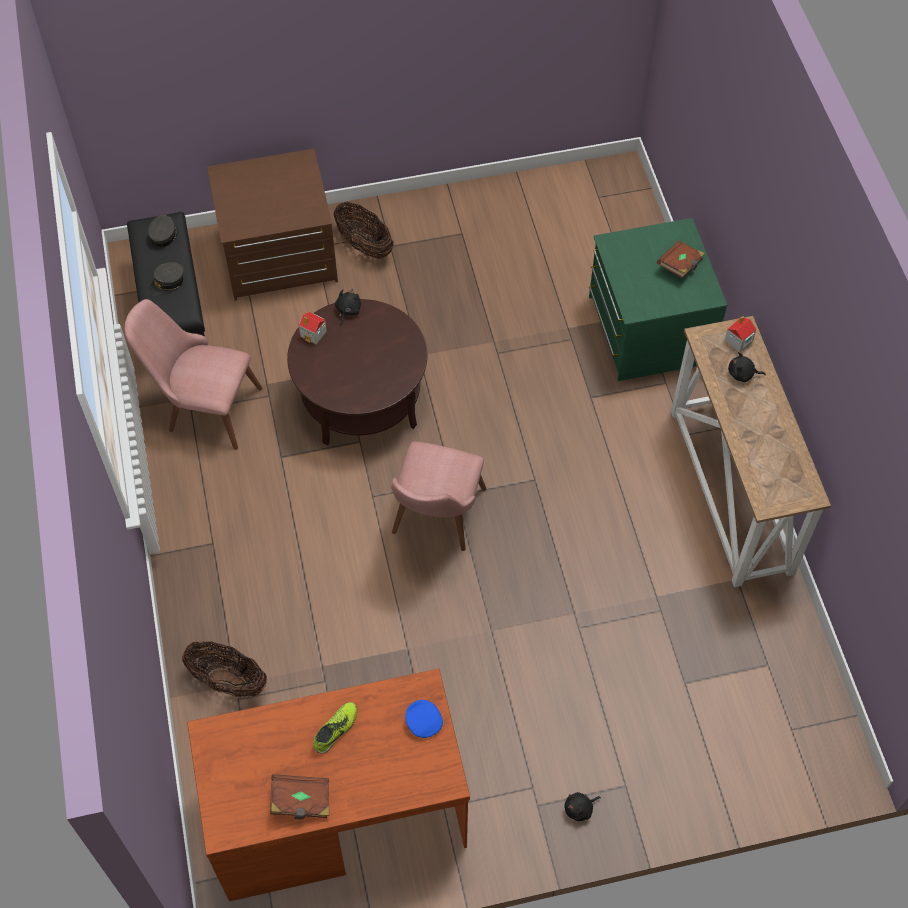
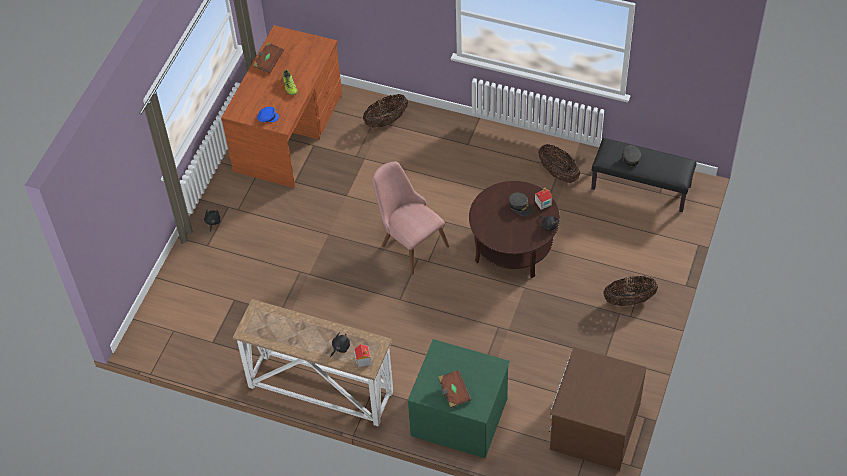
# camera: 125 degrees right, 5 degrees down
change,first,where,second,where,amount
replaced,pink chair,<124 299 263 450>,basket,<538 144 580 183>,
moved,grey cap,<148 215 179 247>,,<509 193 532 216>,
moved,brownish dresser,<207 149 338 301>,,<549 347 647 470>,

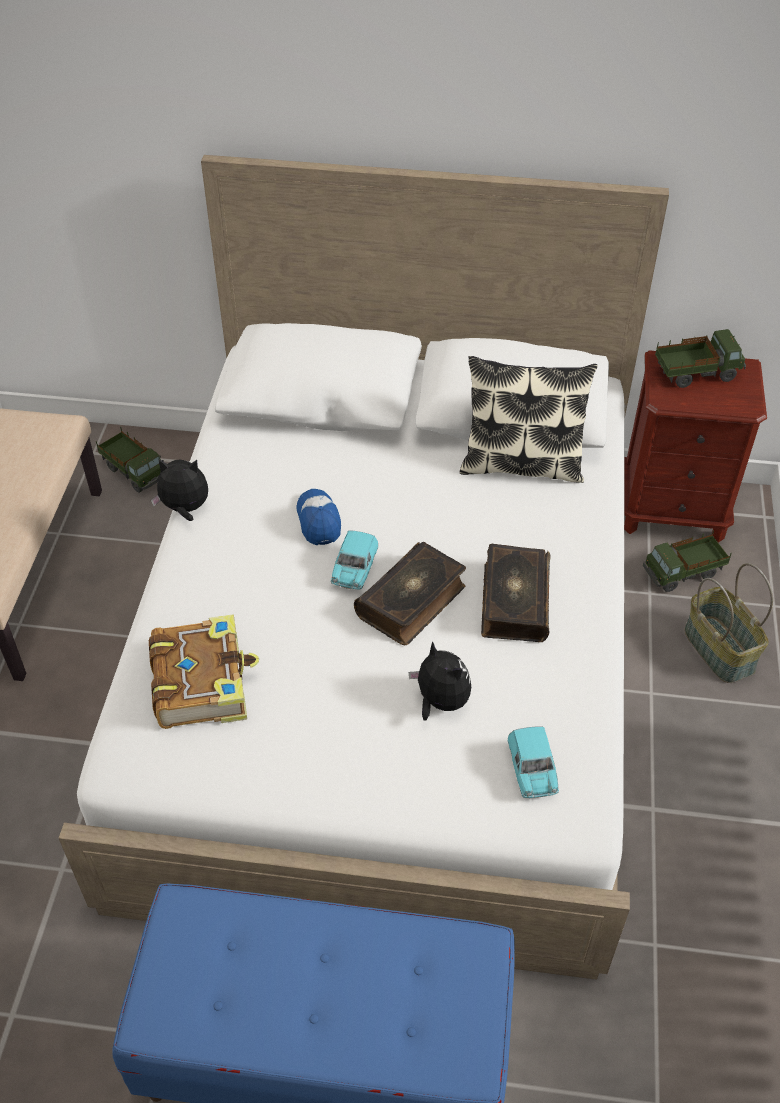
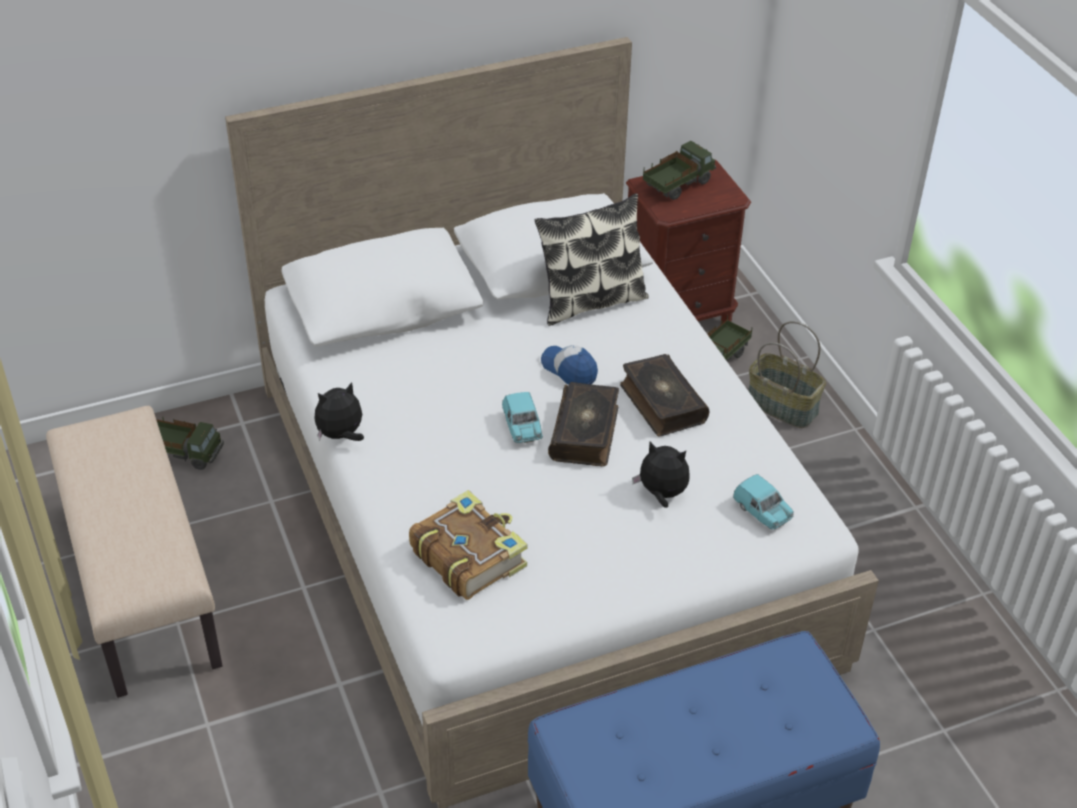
# camera: 30 degrees left, 5 degrees down
change,first,where,second,where,amount
moved,cap,<296 489 341 545>,,<541 345 598 385>,

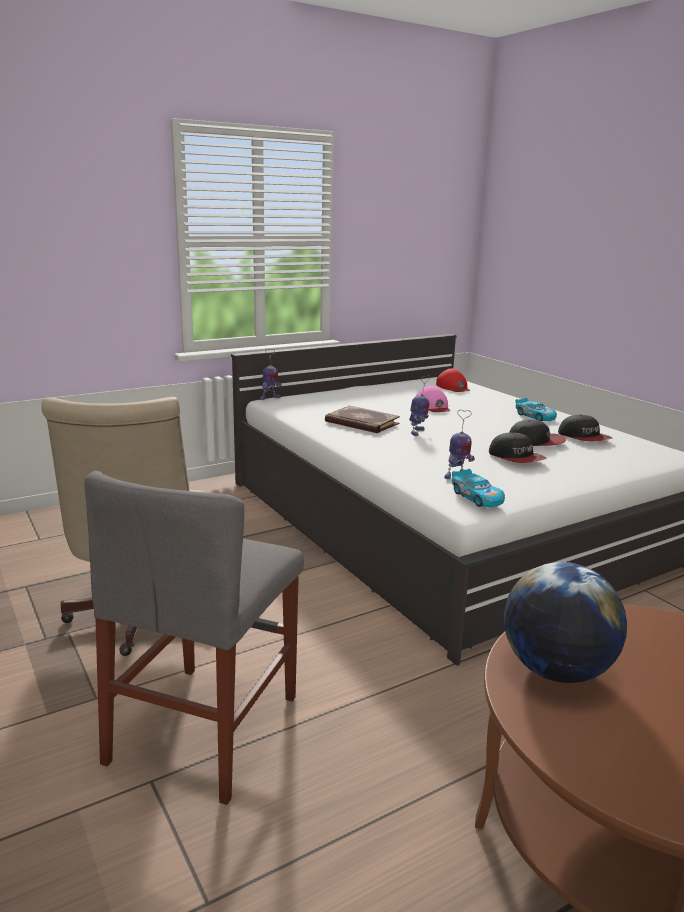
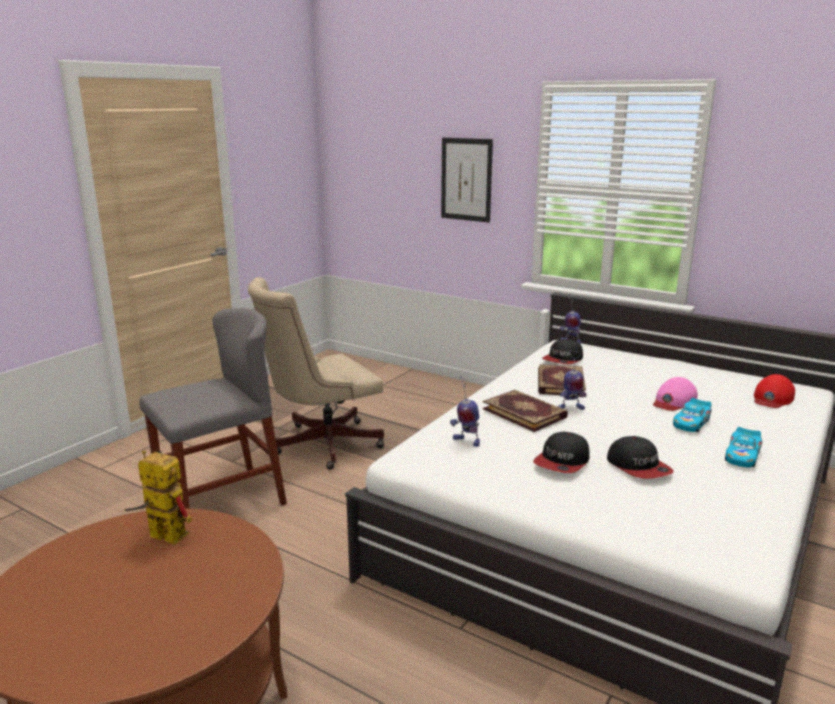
# camera: 65 degrees right, 0 degrees up
change,first,where,second,where,amount
turned,grey chair,<84 471 304 805>,,<139 308 287 508>,150 degrees clockwise
moved,toy car,<452 469 505 507>,,<673 398 712 432>,
replaced,desk globe,<504 562 627 683>,toy robot,<125 450 192 545>,
moved,cap,<558 414 612 441>,,<542 339 583 364>,
added,,,picture,<441 138 493 223>,
added,,,book,<483 390 568 432>,

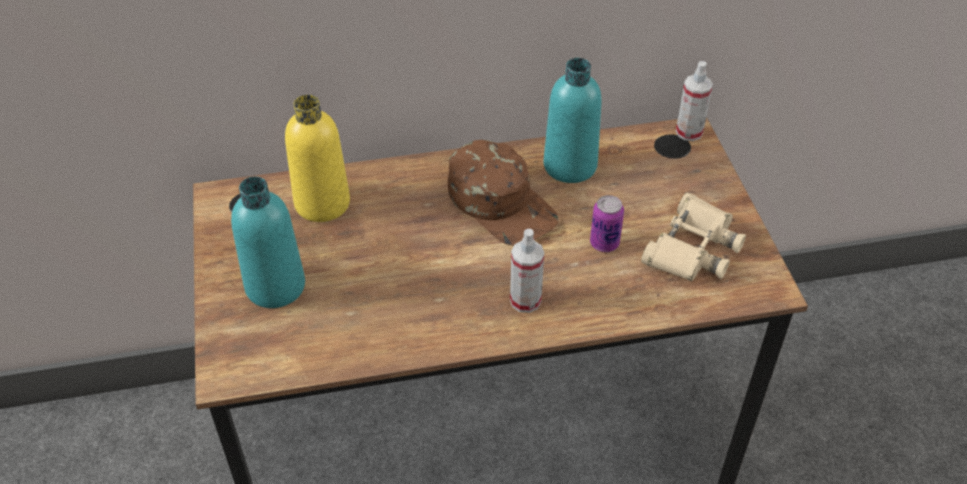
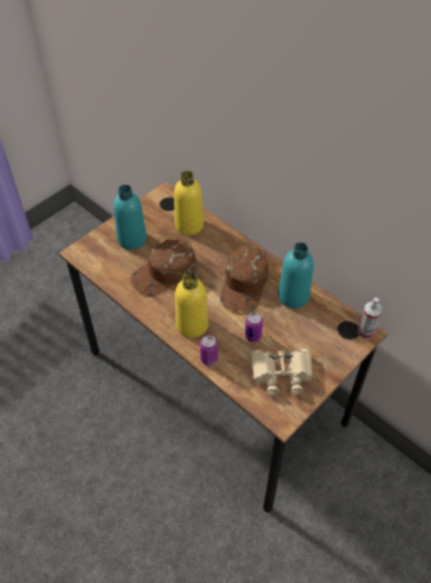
# camera: 55 degrees right, 5 degrees up
change,first,where,second,where,amount
replaced,sprayer,<510 229 544 313>,yellowish bottle,<175 272 208 338>,
added,,,brownish cap,<130 239 196 296>,
added,,,can,<200 335 218 366>,

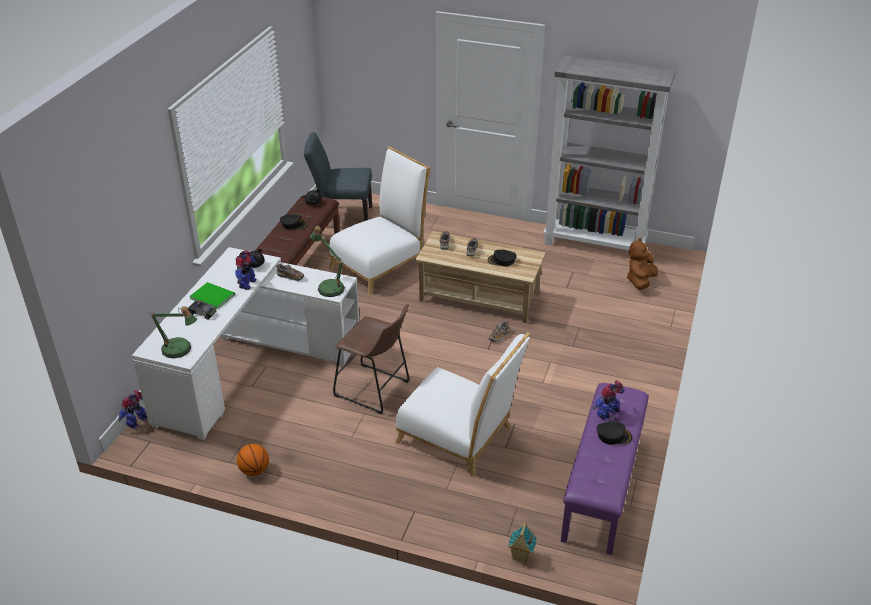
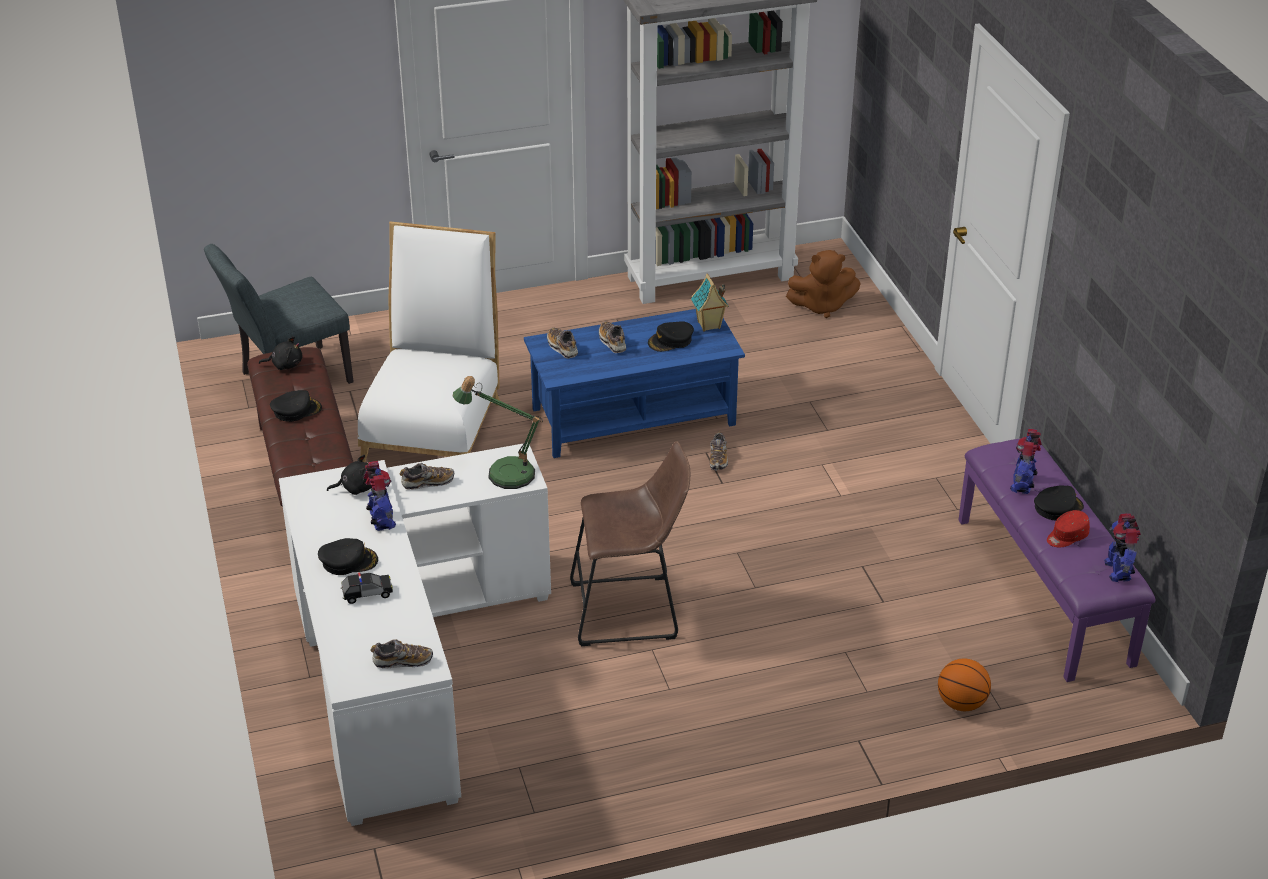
# camera: 35 degrees left, 0 degrees up
change,first,where,second,where,amount
moved,toy robot,<119 390 147 429>,,<1104 513 1141 582>,
replaced,tabletop lamp,<151 306 197 359>,shoe,<370 639 433 668>,
replaced,green-coloured book,<190 282 235 309>,blackish cap,<318 538 378 575>,
moved,basketball,<237 444 269 476>,,<938 659 991 711>,
removed,whitish chair,<395 332 530 477>,,,
recoloured,beige-coloured low table,<415 231 546 323>,blue low table,<524 309 745 458>,
moved,toy house,<508 522 537 564>,,<691 273 729 332>,
turned,brownish cuddly toy,<627 238 658 290>,,<786 250 861 318>,90 degrees counterclockwise
added,,,red-coloured cap,<1047 510 1090 547>,

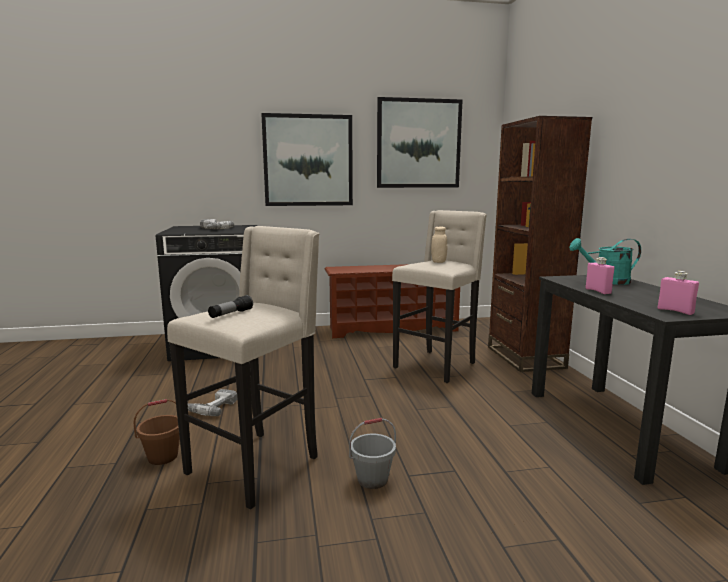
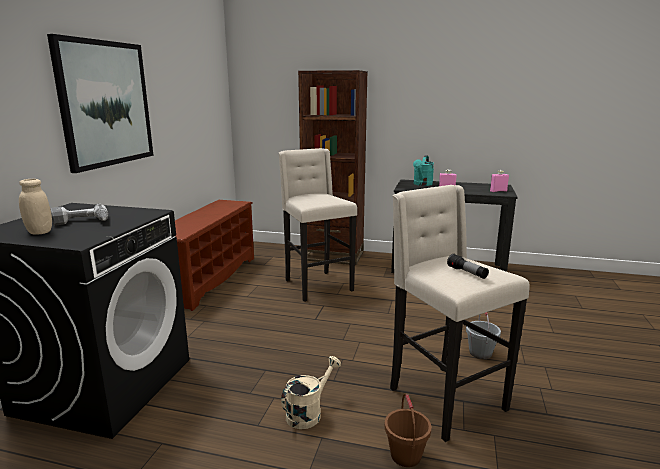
# camera: 65 degrees left, 5 degrees up
change,first,where,second,where,amount
replaced,electric drill,<188 389 237 416>,beige-coloured watering pot,<281 356 341 429>,
removed,picture,<377 97 463 188>,,,
moved,beige-coloured jar,<431 227 447 263>,,<19 179 52 235>,

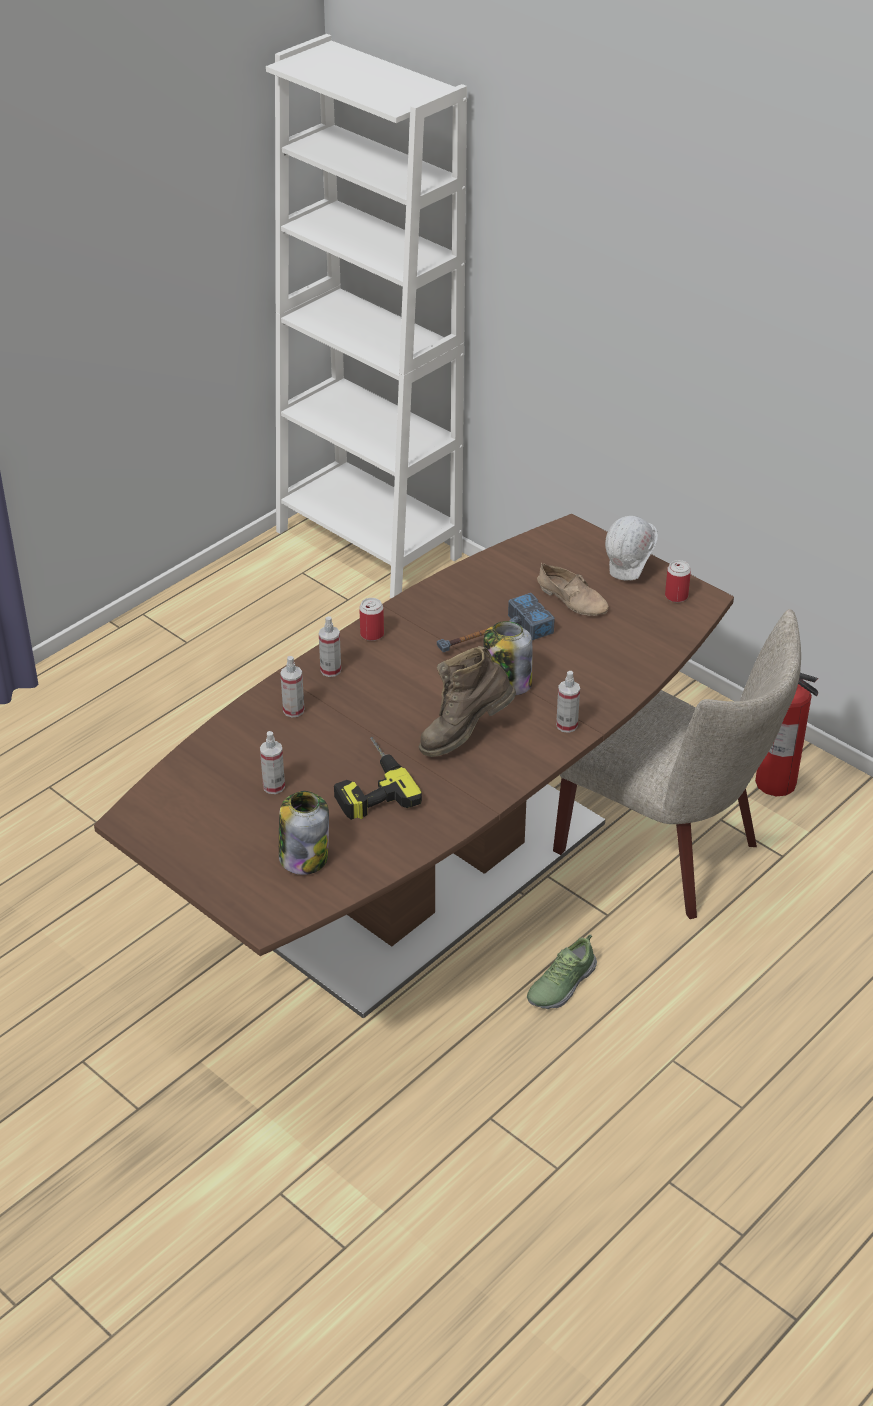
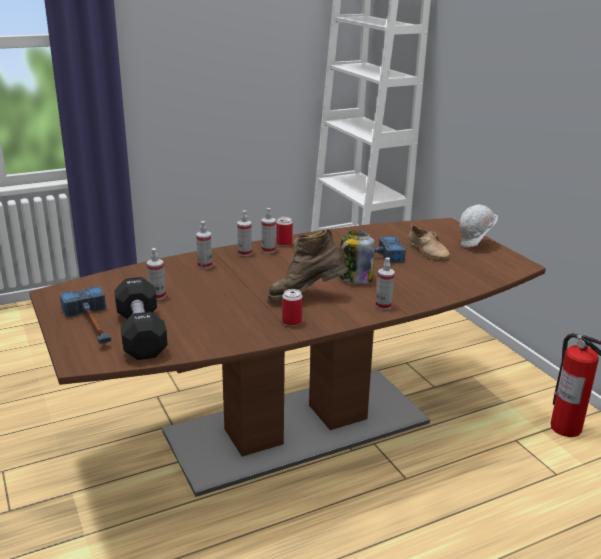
# camera: 20 degrees right, 15 degrees down
change,first,where,second,where,amount
replaced,jar,<279 791 329 875>,blackish hand weight,<114 277 168 360>,
removed,electric drill,<334 736 422 820>,,,
removed,shoe,<527 934 597 1009>,,,
removed,beige-coloured chair,<553 609 801 919>,,,
moved,can,<665 560 691 602>,,<282 289 303 326>,
added,,,tool hammer,<60 286 111 344>,
added,,,sprayer,<261 208 276 253>,

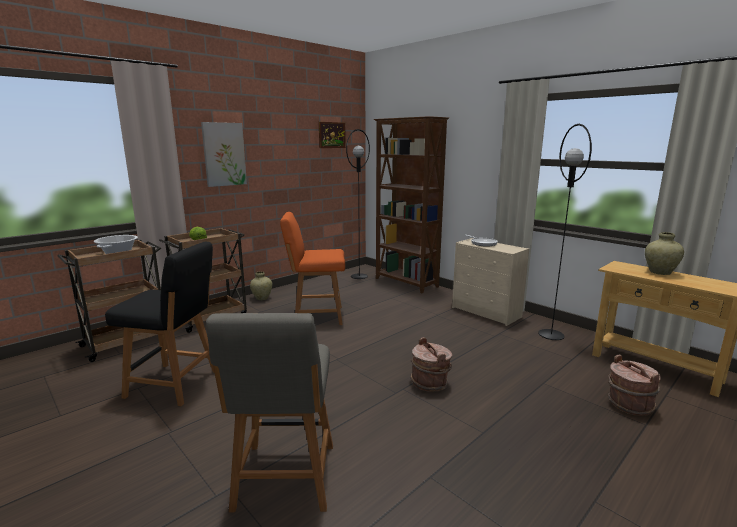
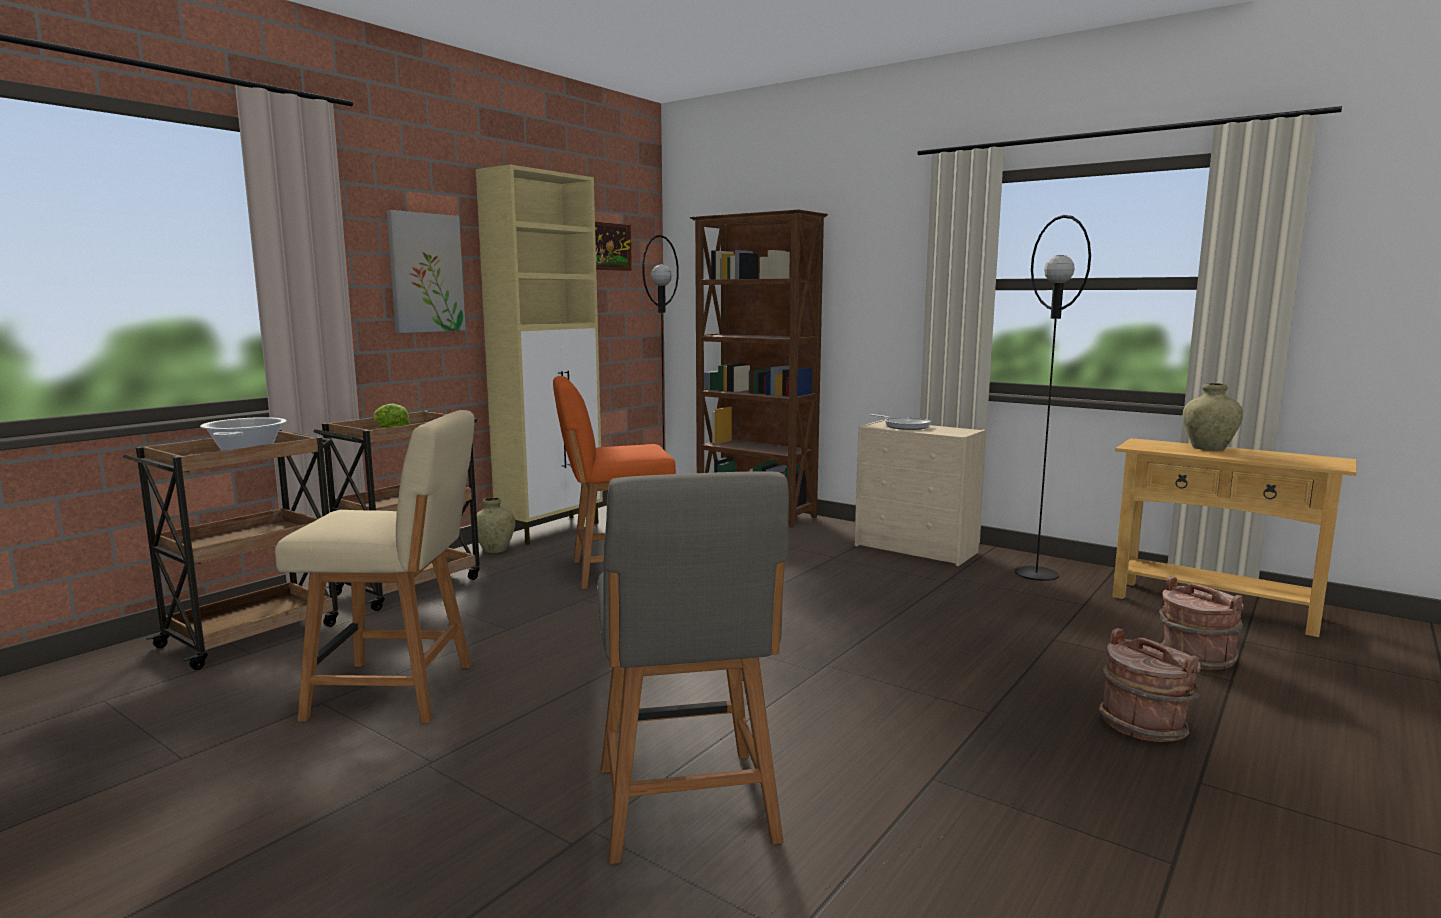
# camera: 10 degrees left, 5 degrees down
change,first,where,second,where,amount
recoloured,blackish chair,<105 242 214 406>,beige-coloured chair,<275 410 474 723>,
moved,brownish bucket,<410 337 452 392>,,<1099 628 1201 742>,
added,,,beige-coloured storage cabinet,<476 165 603 545>,

